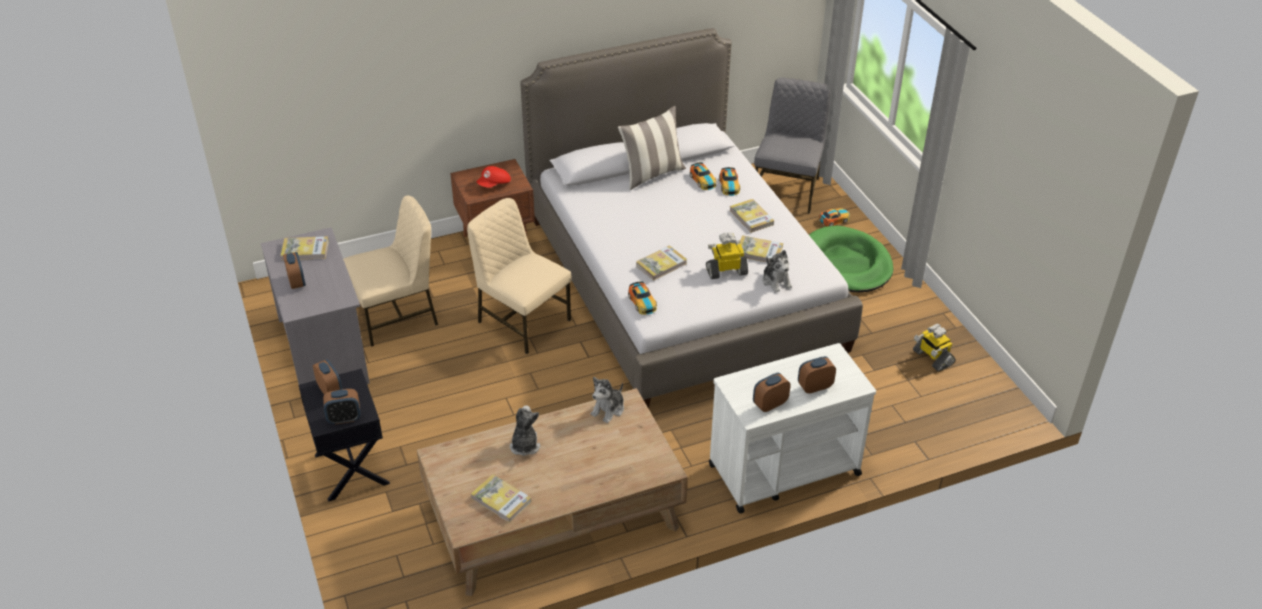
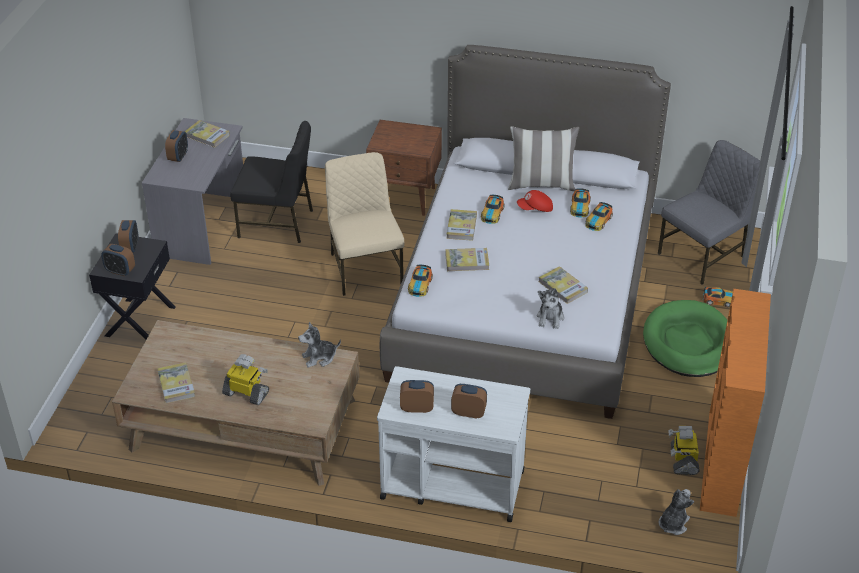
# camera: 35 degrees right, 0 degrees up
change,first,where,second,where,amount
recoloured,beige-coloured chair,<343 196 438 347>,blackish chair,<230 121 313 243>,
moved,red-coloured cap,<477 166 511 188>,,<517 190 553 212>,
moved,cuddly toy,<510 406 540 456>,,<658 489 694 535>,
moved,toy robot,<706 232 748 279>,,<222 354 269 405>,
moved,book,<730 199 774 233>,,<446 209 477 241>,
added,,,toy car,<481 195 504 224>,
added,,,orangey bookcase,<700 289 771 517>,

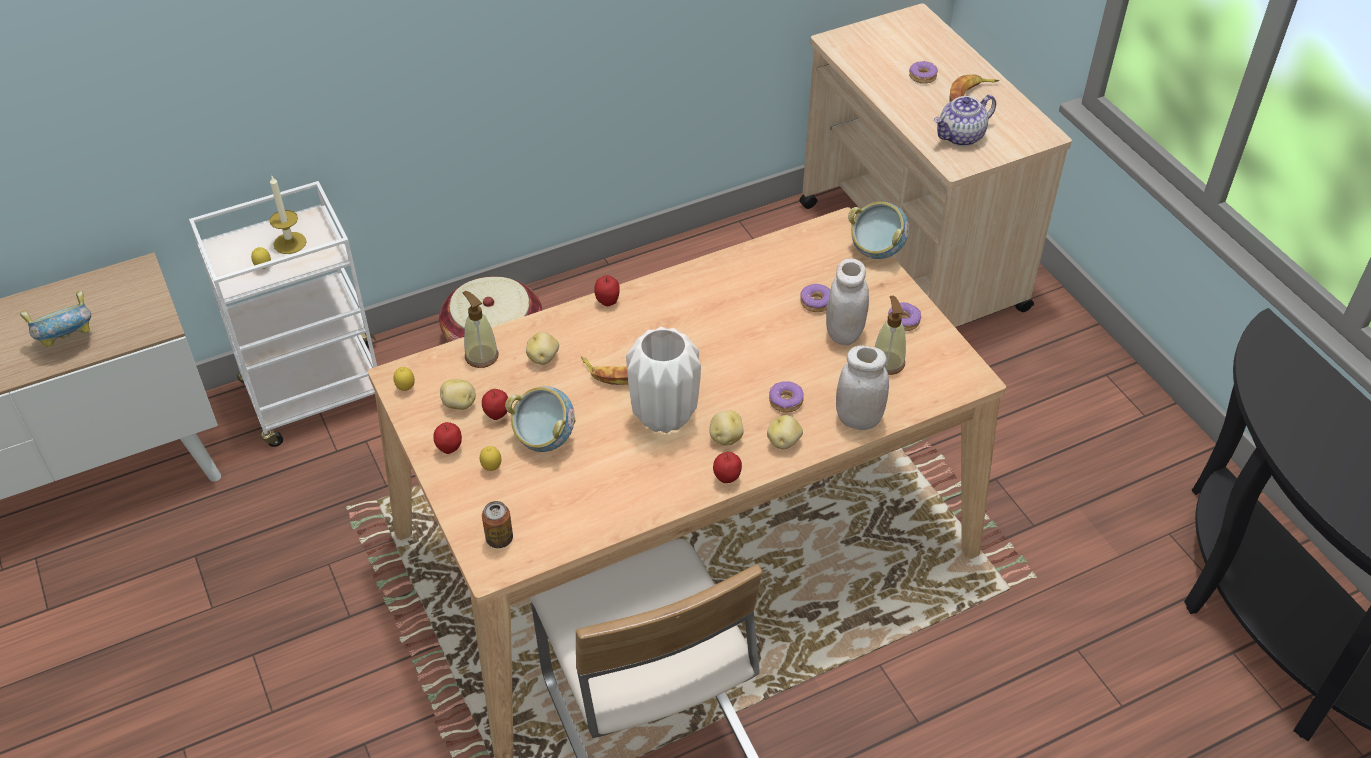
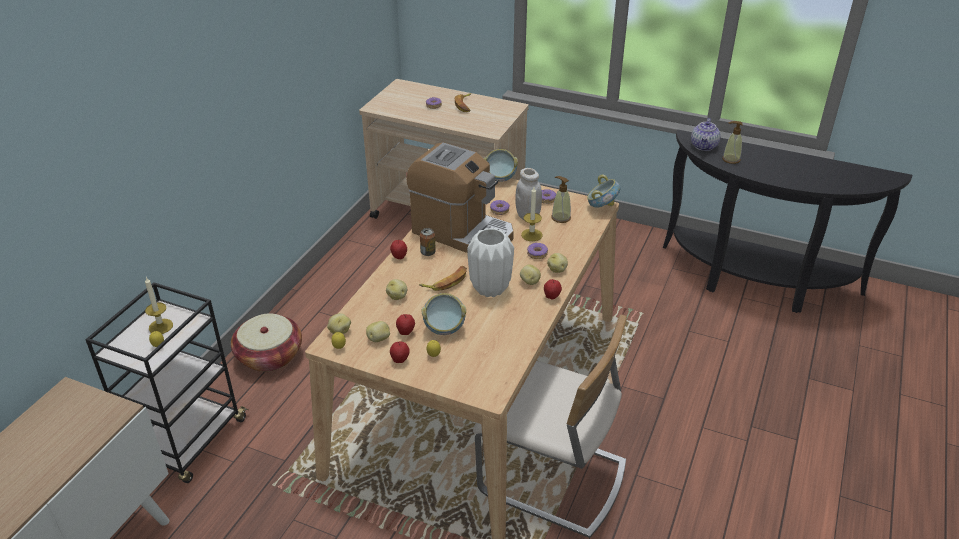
# camera: 40 degrees left, 10 degrees down
change,first,where,second,where,amount
moved,deep dish,<20 291 91 347>,,<587 174 620 208>,
recoloured,whitish trolley,<189 181 377 447>,blackish trolley,<86 282 248 483>,
moved,soap bottle,<462 291 498 368>,,<722 121 742 164>,
moved,can,<482 501 513 548>,,<420 228 436 256>,
removed,whitish jar,<836 345 889 430>,,,
moved,teapot,<934 95 996 146>,,<691 118 721 151>,
added,,,spud,<327 313 351 334>,
added,,,coffee brewer,<406 142 514 253>,
added,,,wax candle,<521 187 542 241>,

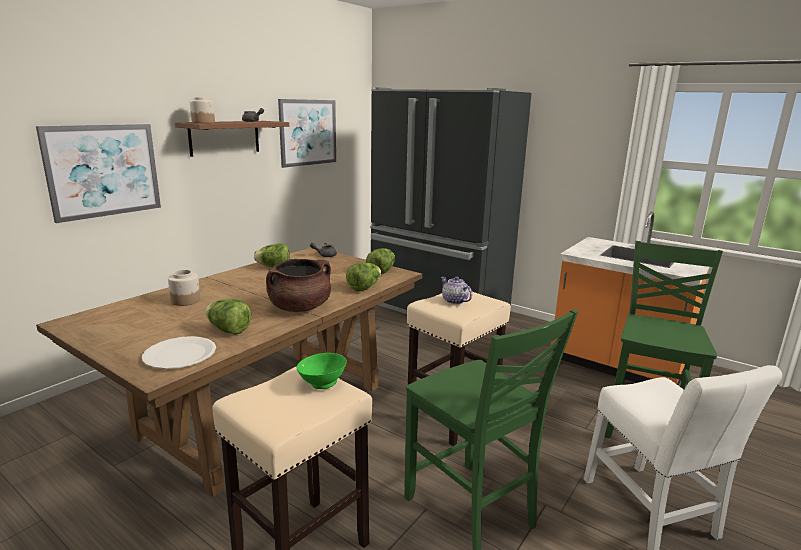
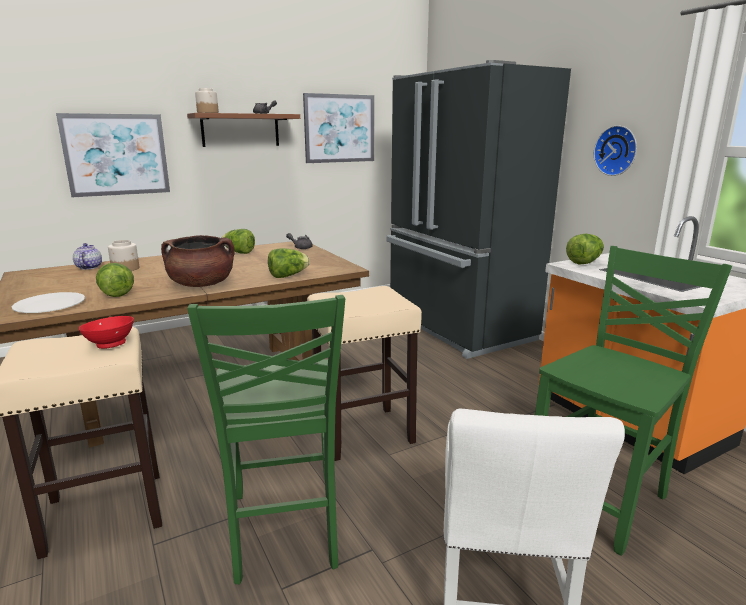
# camera: 25 degrees right, 0 degrees up
change,first,where,second,where,amount
recoloured,green-coloured deep dish,<297 353 347 389>,red-coloured deep dish,<79 316 134 349>,
moved,head of lettuce,<366 248 395 274>,,<566 234 604 264>,
moved,teapot,<441 276 472 304>,,<73 243 102 270>,
added,,,clock on the wall,<594 125 637 176>,

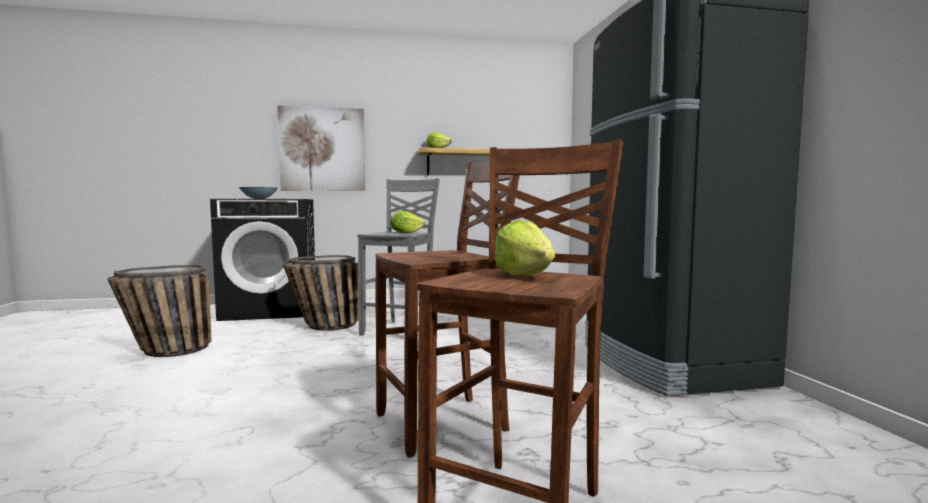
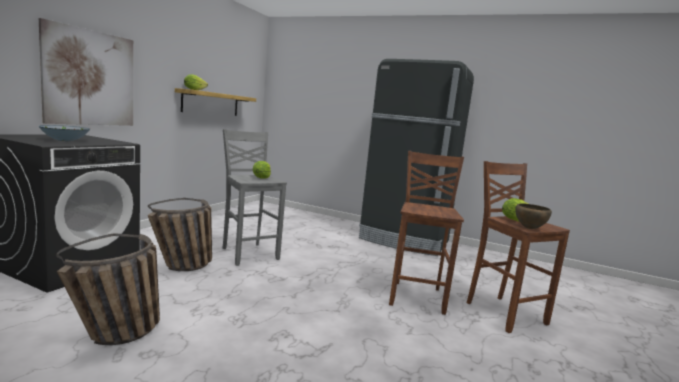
# camera: 55 degrees left, 5 degrees up
change,first,where,second,where,amount
added,,,brownish deep dish,<515 204 552 229>,

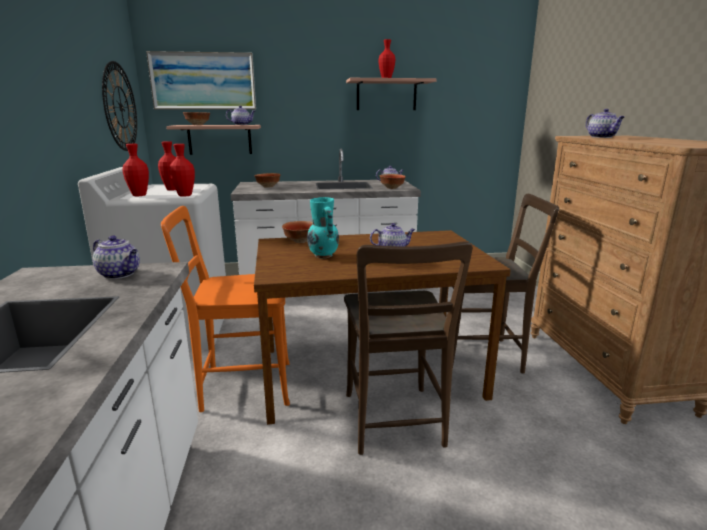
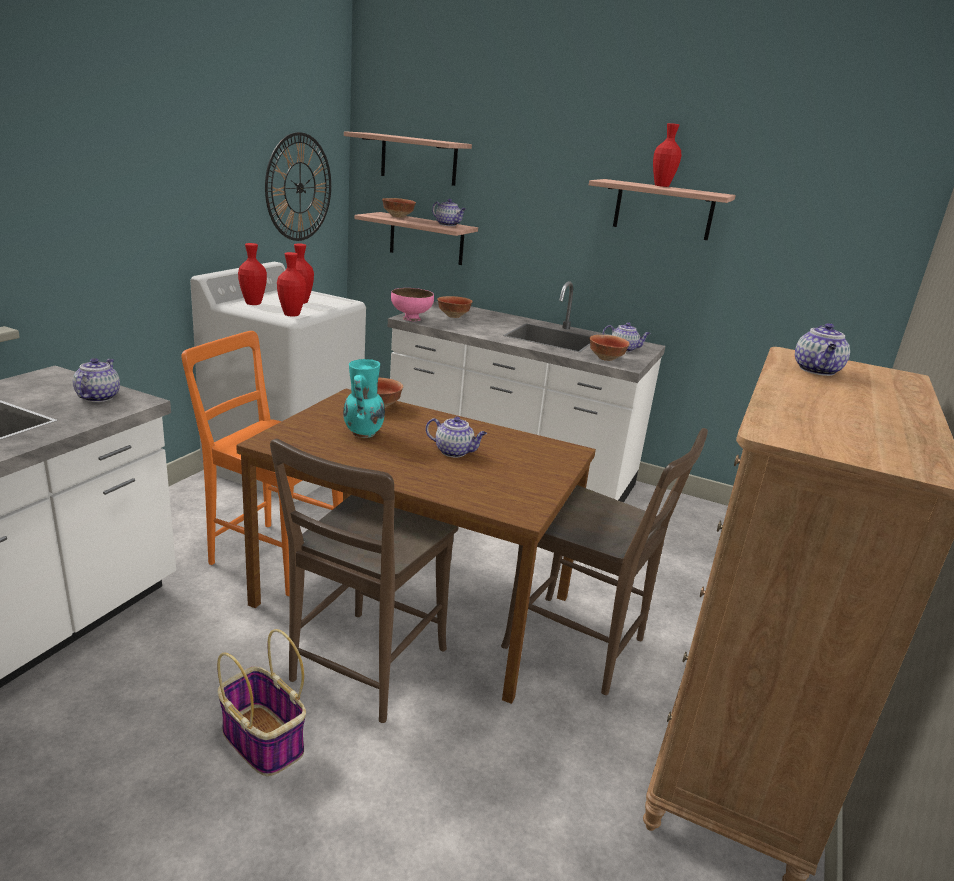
# camera: 30 degrees right, 5 degrees up
change,first,where,second,where,amount
turned,teapot,<93 235 140 279>,,<73 358 120 402>,150 degrees counterclockwise
replaced,picture,<146 51 256 110>,wall shelf,<344 131 472 186>,
added,,,basket,<217 629 306 776>,
added,,,pink deep dish,<391 288 434 321>,

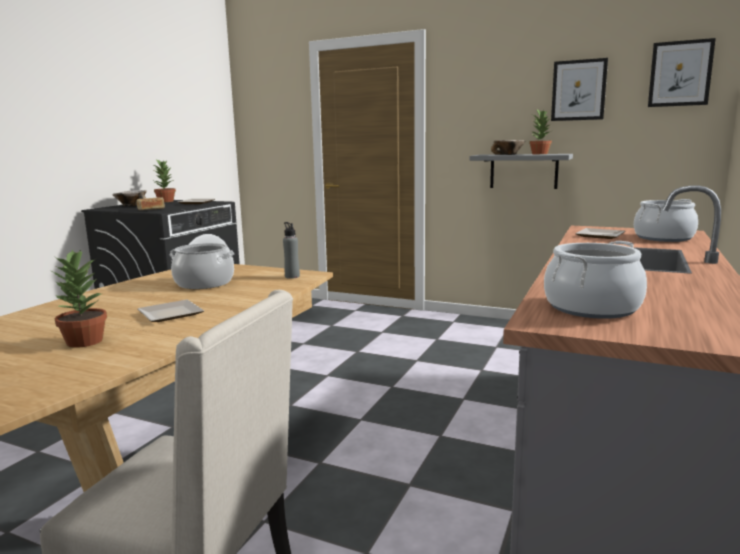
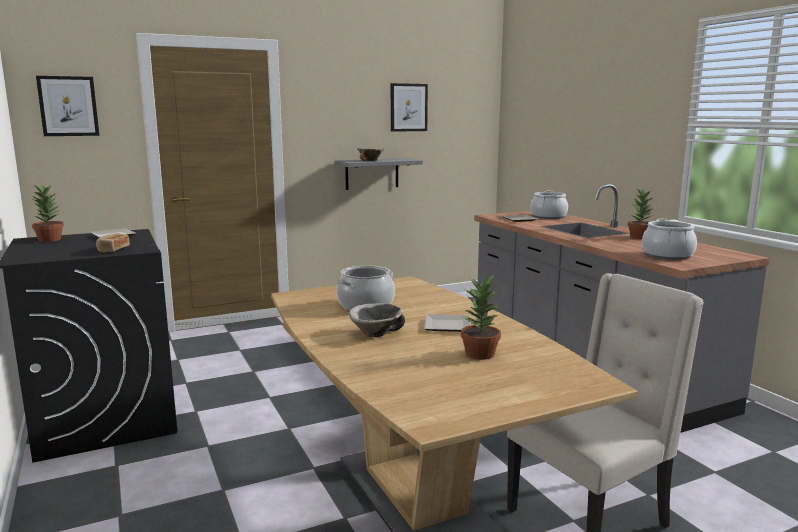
# camera: 50 degrees left, 0 degrees up
change,first,where,second,where,amount
moved,deep dish,<112 190 147 206>,,<349 303 405 337>,
removed,grey bottle,<283 222 300 279>,,,
moved,plant in a pot,<529 110 552 154>,,<628 189 654 239>,
moved,picture,<648 38 716 107>,,<36 76 99 136>,

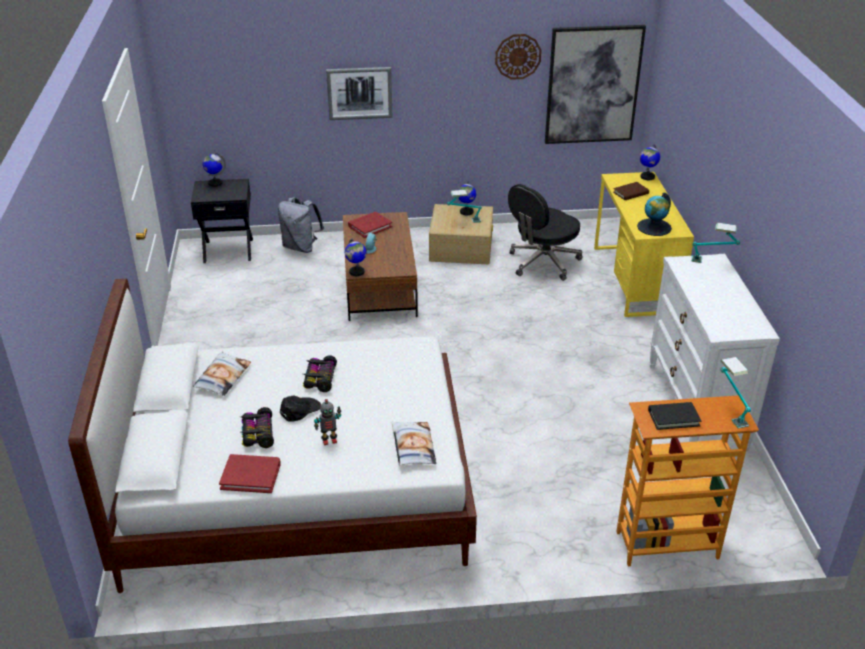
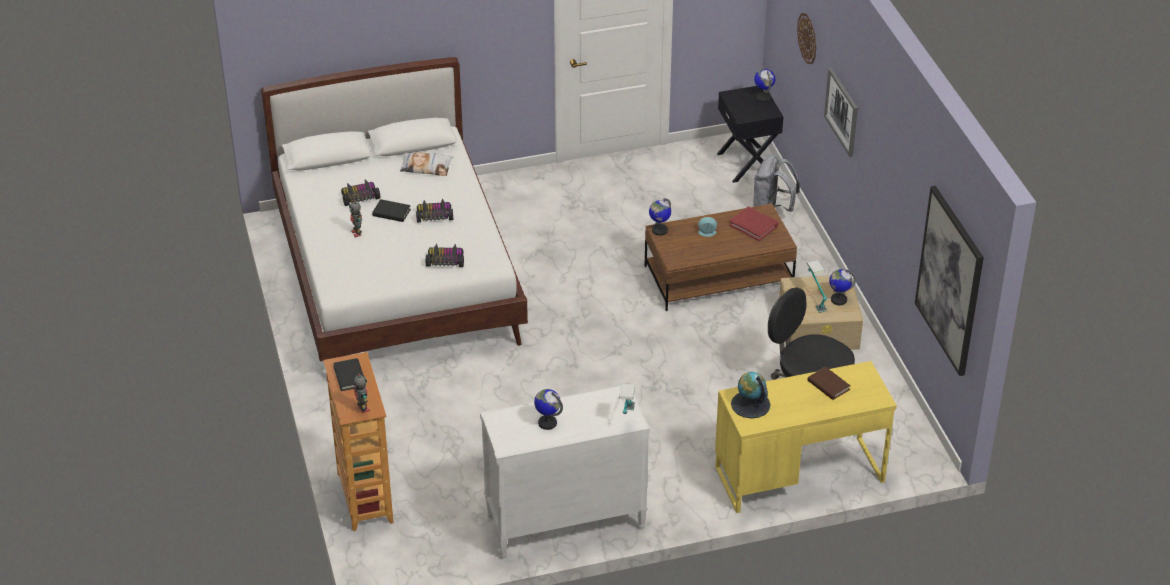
# camera: 80 degrees right, 5 degrees up
change,first,where,second,where,amount
removed,red-coloured book,<219 454 280 493>,,,
replaced,blackish cap,<280 395 321 422>,blackish book,<372 199 411 222>,
removed,cushion,<391 421 436 465>,,,
moved,clock on the wall,<495 34 542 80>,,<797 13 817 64>,
moved,desk globe,<640 144 660 180>,,<534 389 563 430>,
replaced,tabletop lamp,<720 357 751 429>,toy robot,<353 373 370 413>,
added,,,toy car,<426 244 464 267>,

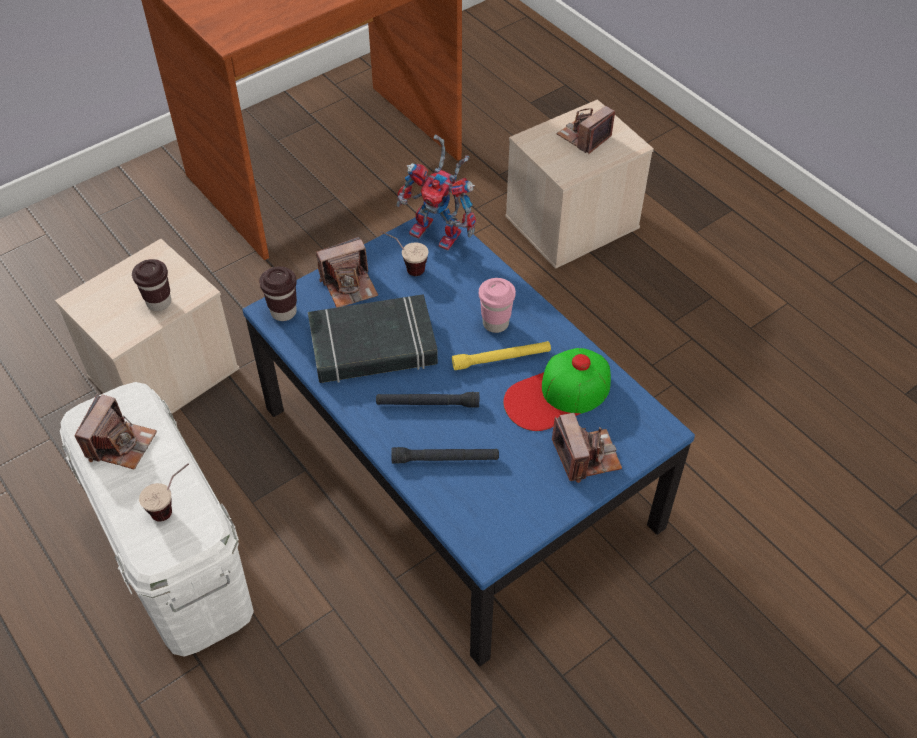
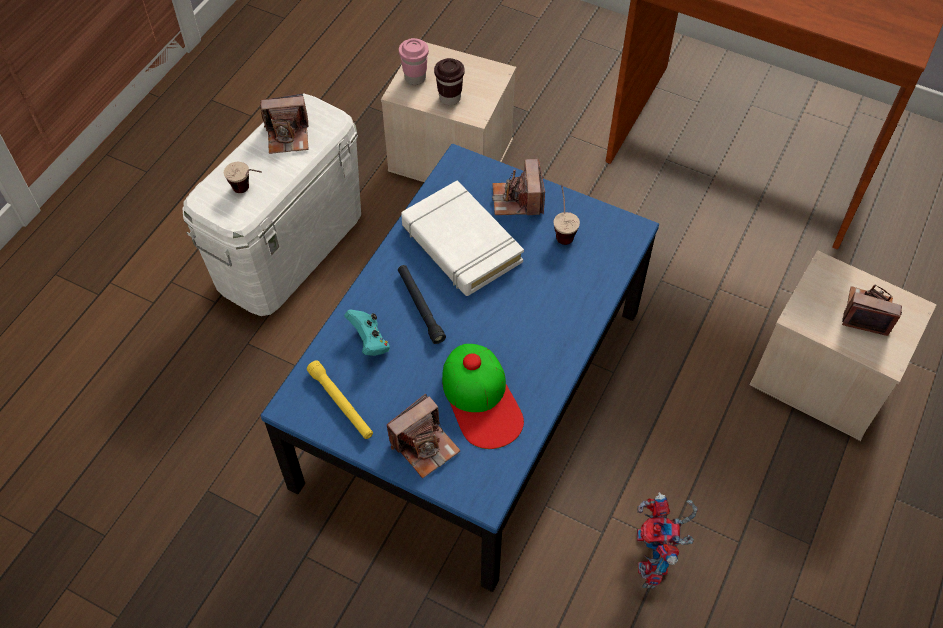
# camera: 65 degrees right, 5 degrees up
change,first,where,second,where,amount
removed,brownish cup,<259 266 297 321>,,,
recoloured,blackish book,<308 294 438 383>,whitish book,<401 180 524 296>,
turned,photo camera,<316 237 378 308>,,<492 159 545 215>,45 degrees clockwise
replaced,blackish hand torch,<391 447 499 464>,turquoise-coloured joypad,<344 310 390 356>,
moved,toy robot,<396 134 476 250>,,<637 492 698 588>,
moved,yellowish hand torch,<452 341 551 370>,,<307 360 373 439>,
moved,pink cup,<479 278 516 333>,,<399 38 429 85>,
turned,cap,<503 348 611 431>,,<442 344 524 449>,150 degrees counterclockwise

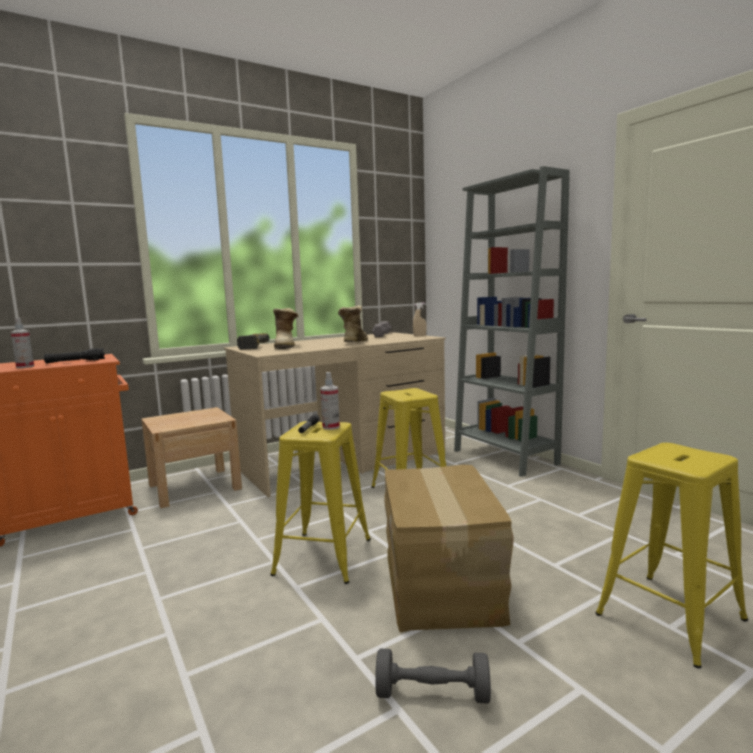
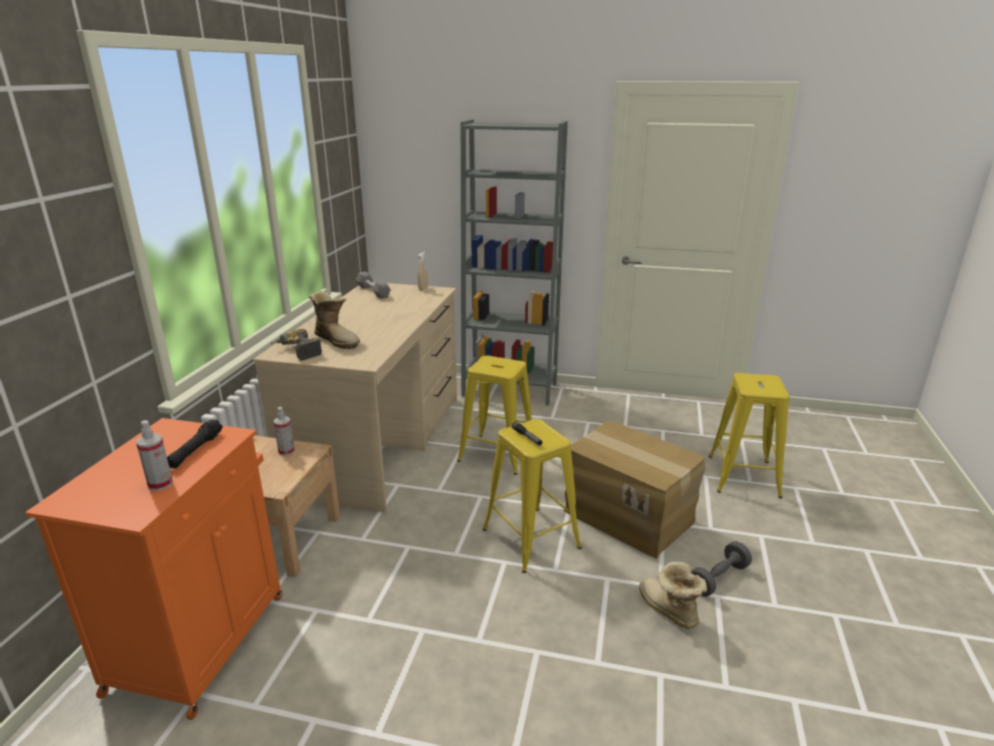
# camera: 45 degrees left, 15 degrees up
change,first,where,second,where,amount
moved,sprayer,<320 372 340 430>,,<274 407 295 456>,
moved,tall boot,<338 305 368 342>,,<639 562 707 629>,

